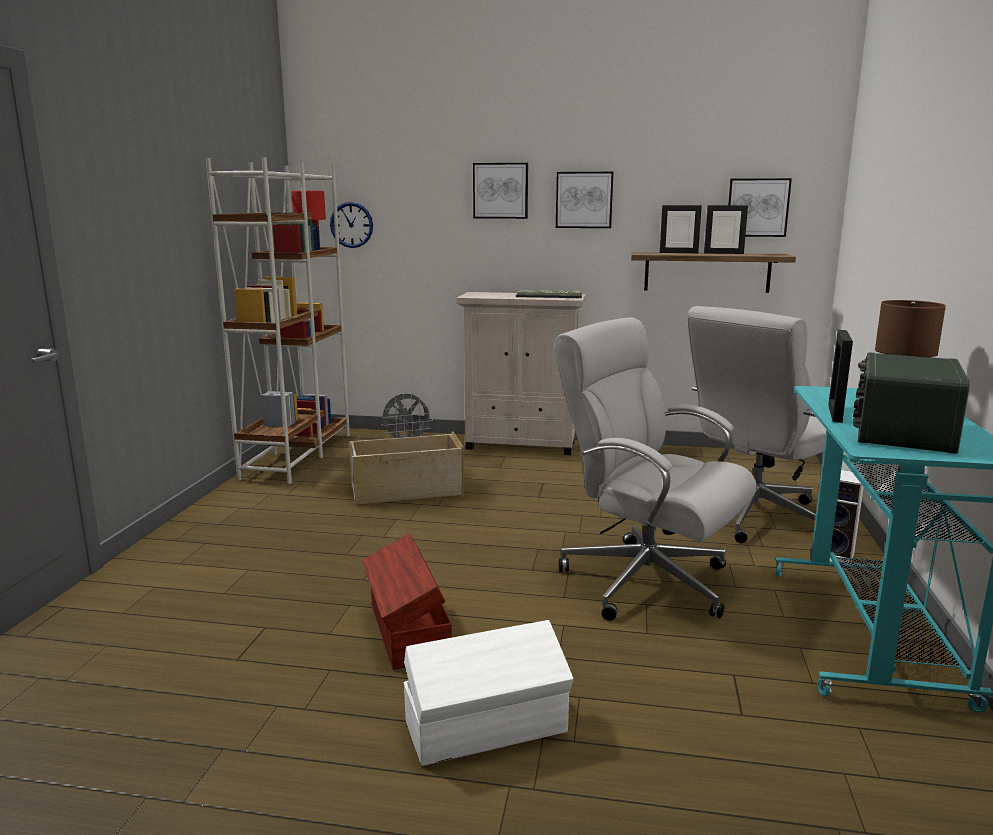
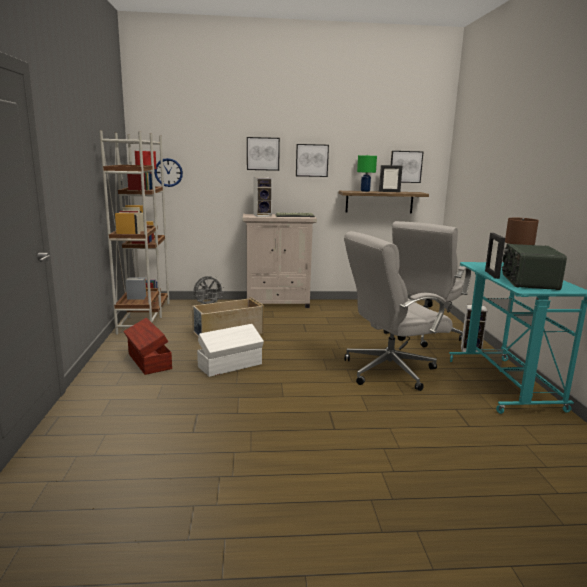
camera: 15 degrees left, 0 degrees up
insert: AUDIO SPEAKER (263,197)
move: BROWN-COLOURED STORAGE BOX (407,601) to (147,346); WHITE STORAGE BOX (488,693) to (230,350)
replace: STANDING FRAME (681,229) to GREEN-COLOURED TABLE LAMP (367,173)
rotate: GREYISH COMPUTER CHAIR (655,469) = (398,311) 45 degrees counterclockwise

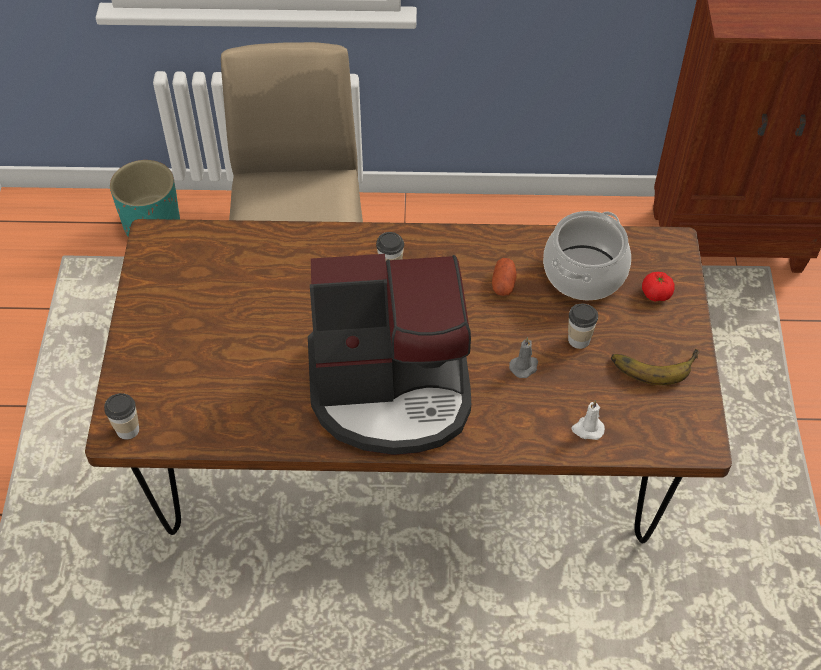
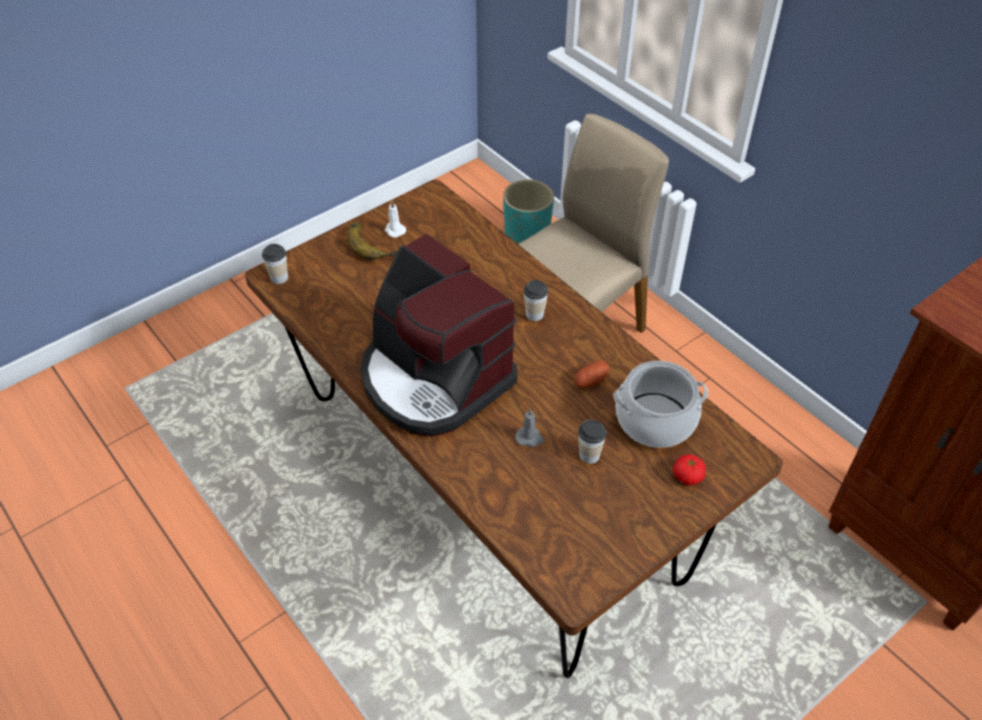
camera: 50 degrees right, 5 degrees down
move: WHITE CANDLE (588,420) to (395,219); BANANA (655,367) to (372,241)

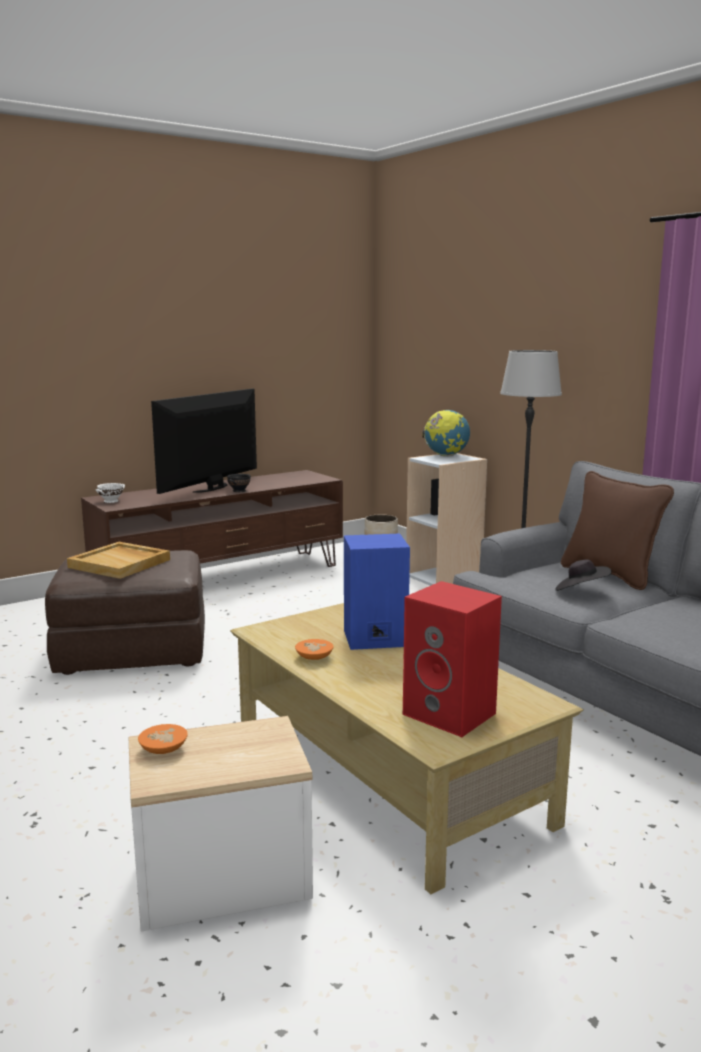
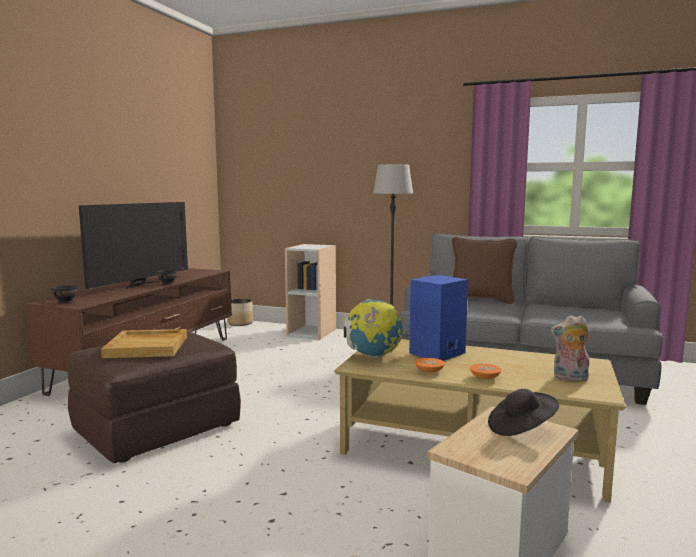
camera: 35 degrees left, 5 degrees down
move: ORANGE BOWL (163,739) to (486,371); DESK GLOBE (446,433) to (373,328); BLACK-COLOURED CLOTHING HAT (583,575) to (523,412)
replace: RED-COLOURED AUDIO SPEAKER (452,659) to SOFT TOY (570,348)
recolor: WHITE BOWL (110,493) to BLACK-COLOURED BOWL (64,294)
rotate: TV SET (204,441) = (133,245) 150 degrees counterclockwise

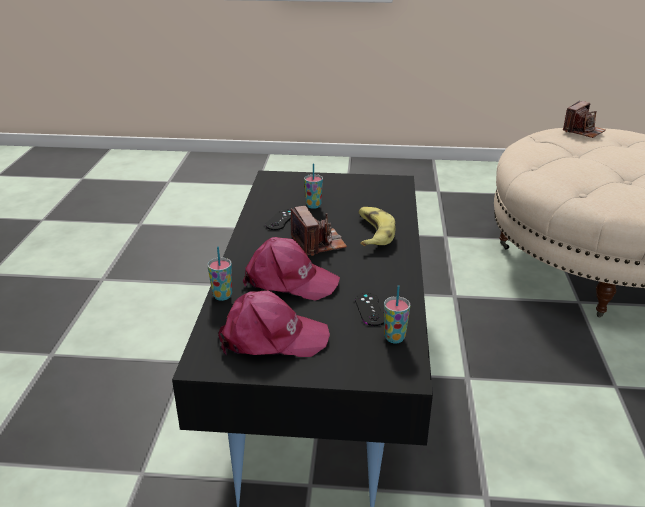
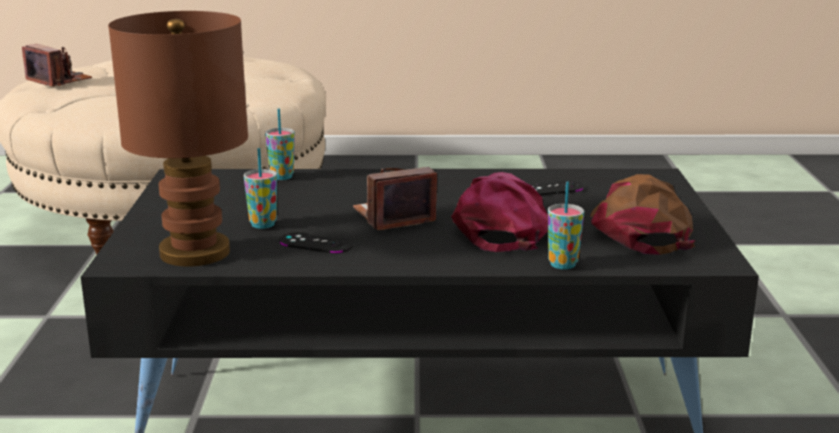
camera: 95 degrees left, 10 degrees down
delete: BANANA (377,226)
insert: BROWN-COLOURED TABLE LAMP (178,139)
move: SMALL CUP (397,314) to (280,144)
recolor: PINK-COLOURED PEAKED CAP (274,323) to BROWN-COLOURED PEAKED CAP (642,214)

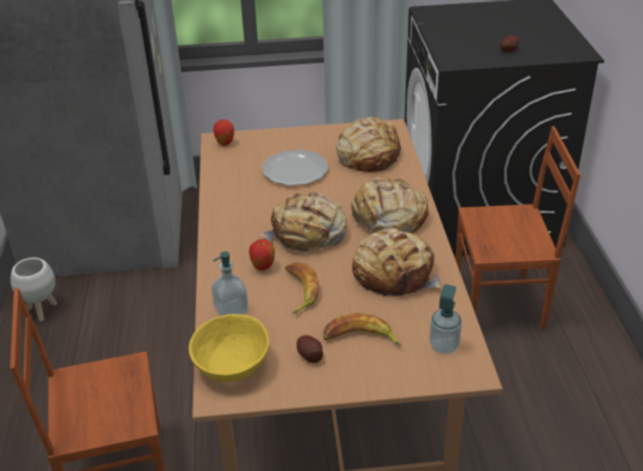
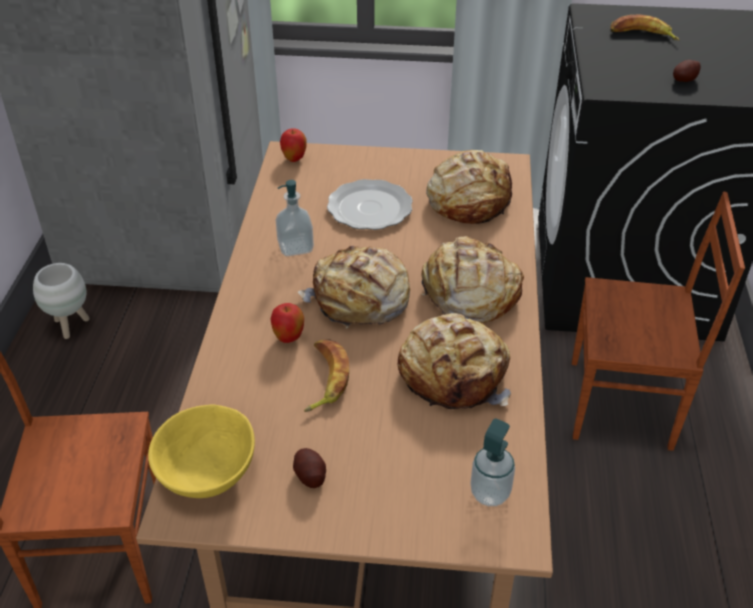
camera: 10 degrees right, 5 degrees up
move: LIQUID SOAP BOTTLE (230,283) to (295,218); BANANA (362,330) to (644,27)

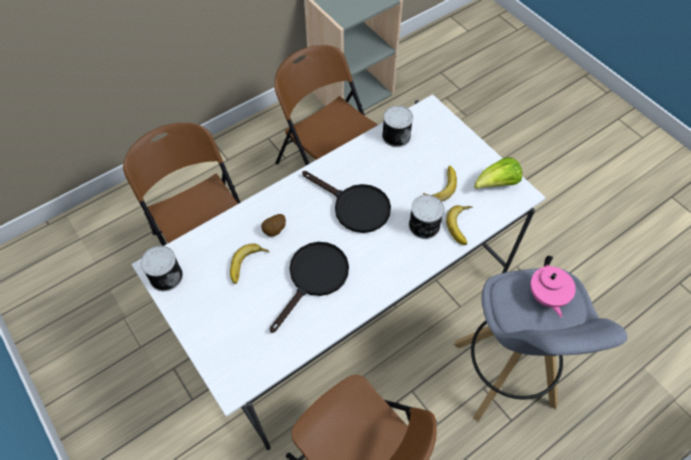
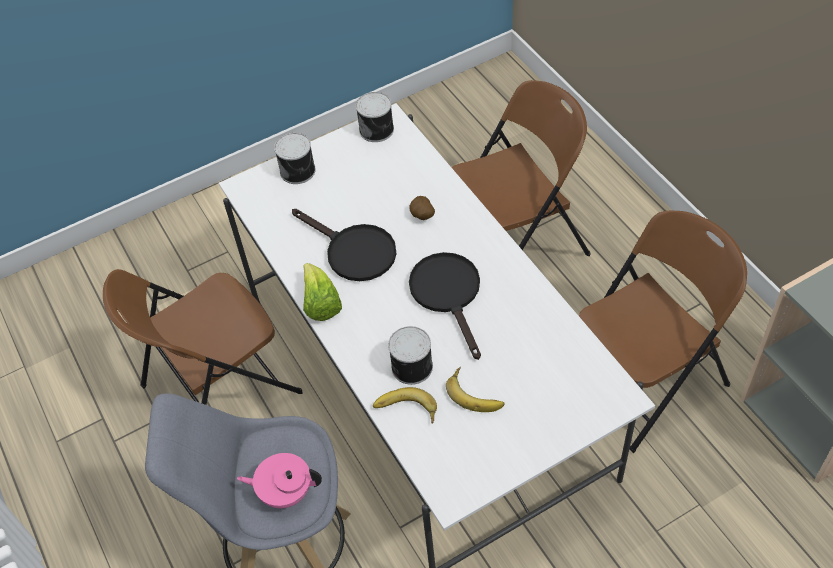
camera: 100 degrees right, 5 degrees down
delete: BANANA (249,263)
move: SEALED CAN (397,126) to (295,158); LETTUCE (498,173) to (322,292)
rotate: BLACK-COLOURED PAN (346,202) = (445,306) 120 degrees clockwise

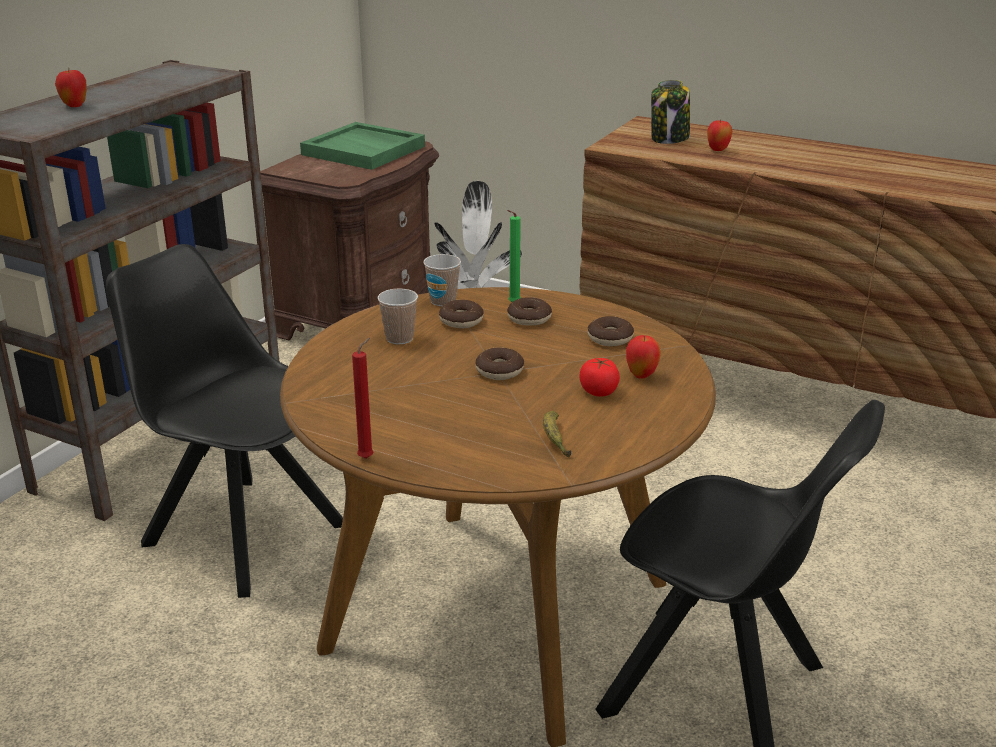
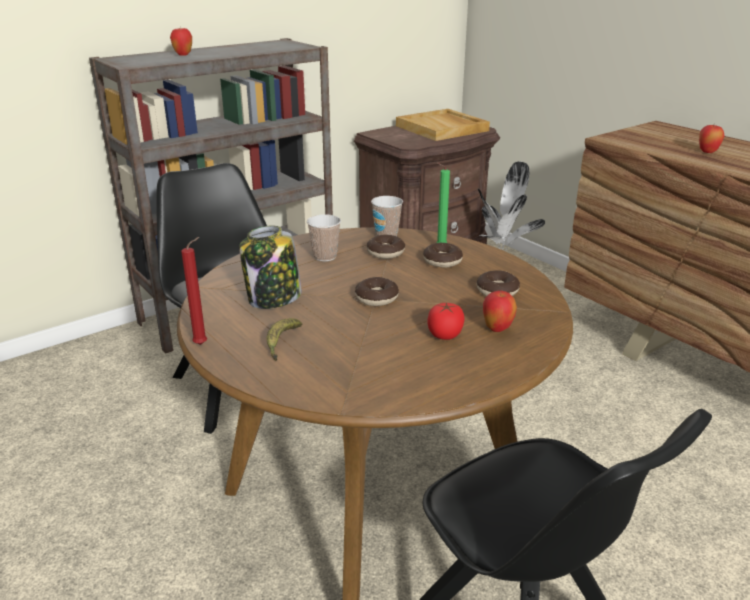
camera: 25 degrees right, 0 degrees up
move: BANANA (557,434) to (284,339); STORAGE JAR (670,112) to (270,267)
recolor: GREEN-COLOURED CARRYING TRAY (362,146) to SAND-COLOURED CARRYING TRAY (443,125)

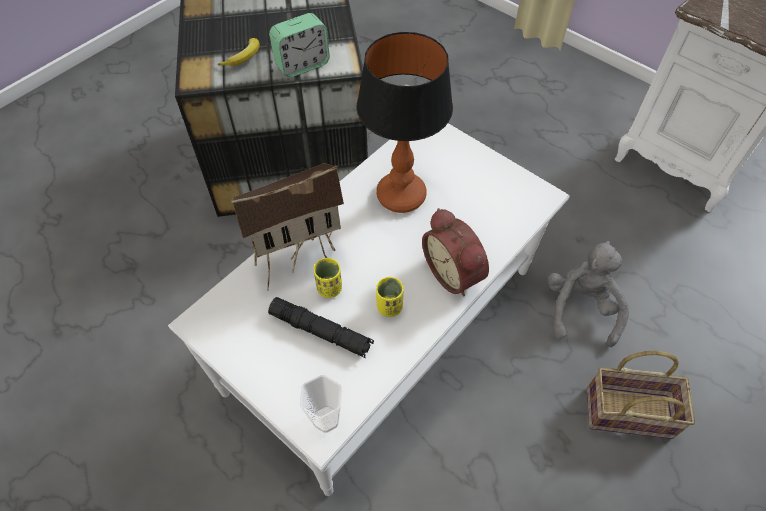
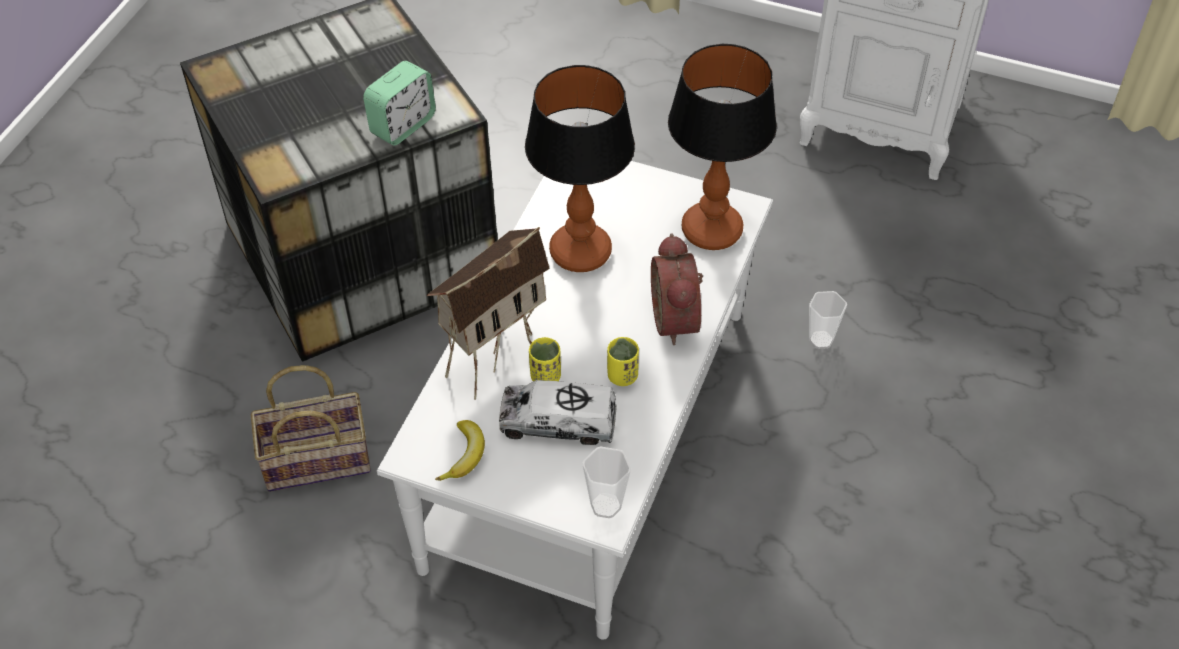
camera: 20 degrees left, 5 degrees down
insert: TABLE LAMP (722,147)
move: BANANA (239,52) to (460,450); HOUSEHOLD BASKET (641,395) to (311,428)
replace: BLACK-COLOURED TORCH (321,327) to TOY LORRY (558,412); GREYISH SOFT TOY (588,294) to SMALL CUP (828,320)
rotate: ALARM CLOCK (455,252) = (677,289) 45 degrees clockwise

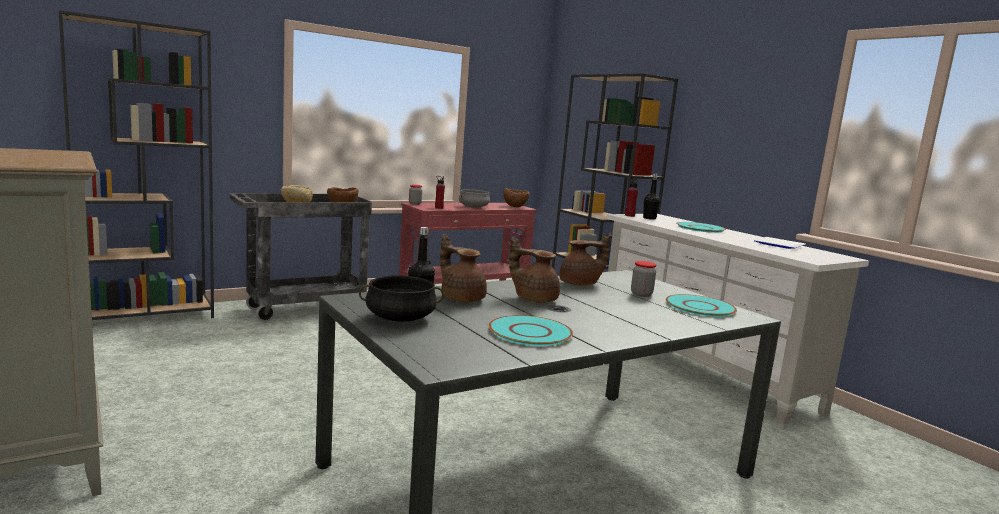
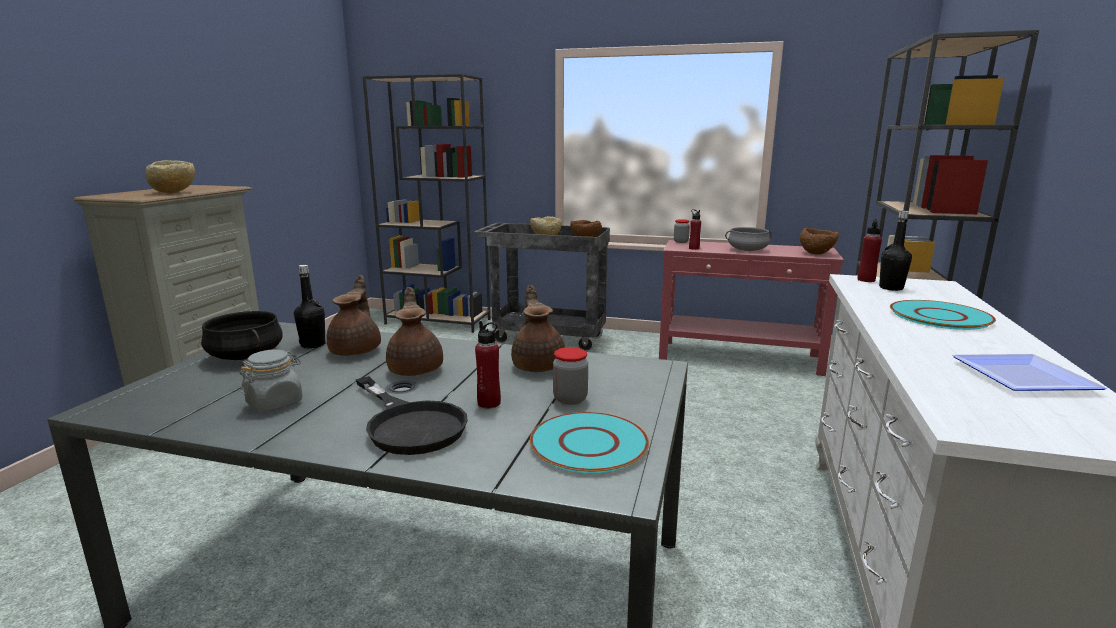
camera: 50 degrees right, 5 degrees up
insert: SAND-COLOURED BOWL (170,176); BLACK-COLOURED PAN (412,415); RED-COLOURED DRINK BOTTLE (488,364)
replace: BLUE-GREEN FLAT DISH (531,330) to GREYISH STORAGE JAR (271,380)
rotate: BROWN-COLOURED TEA POT (585,259) = (538,328) 135 degrees counterclockwise

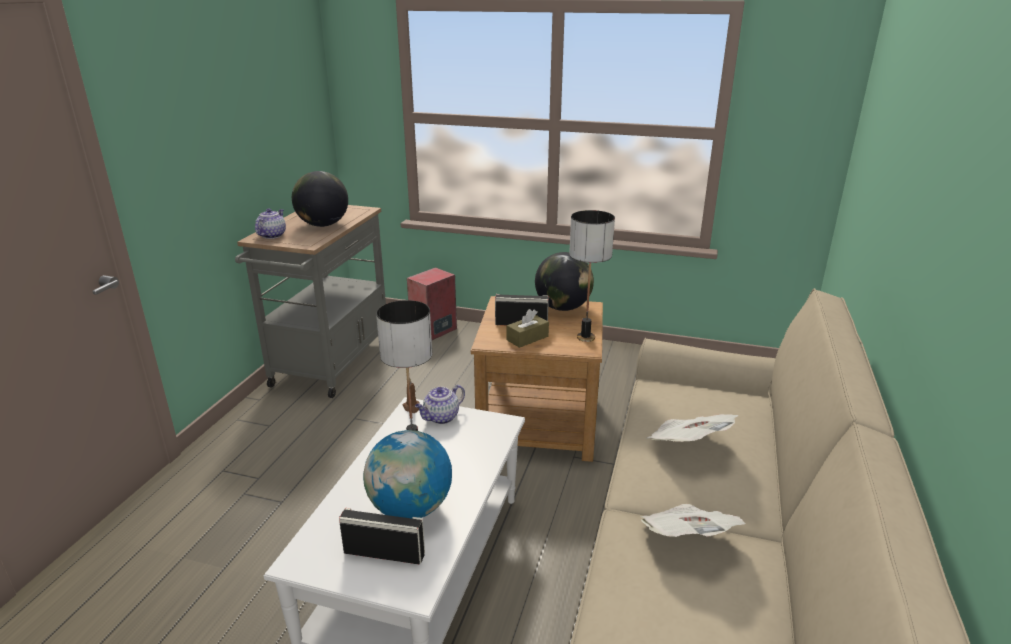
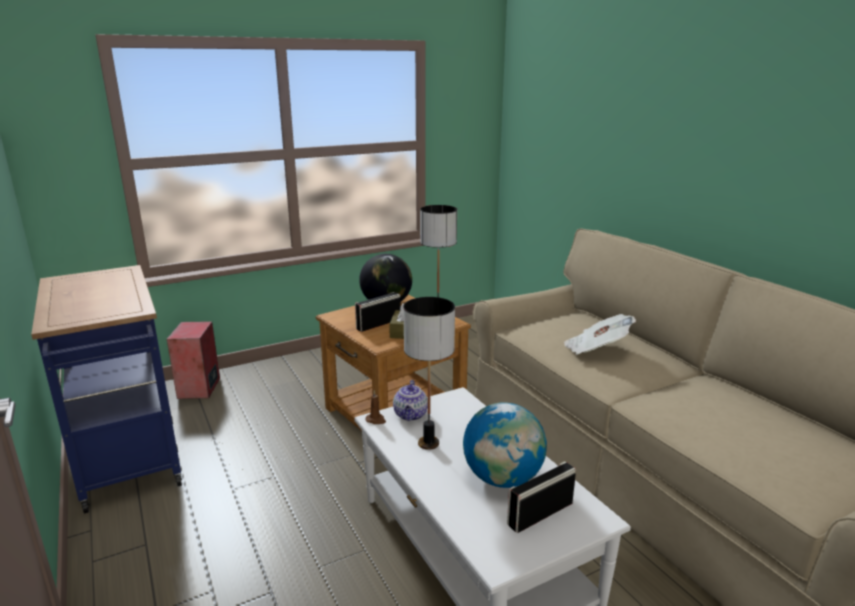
camera: 45 degrees left, 5 degrees down
delete: TEA POT (270,223); DESK GLOBE (320,199); PRINTED PAPER (693,520)
recolor: GREYISH CART (310,301) to BLUE CART (106,389)

